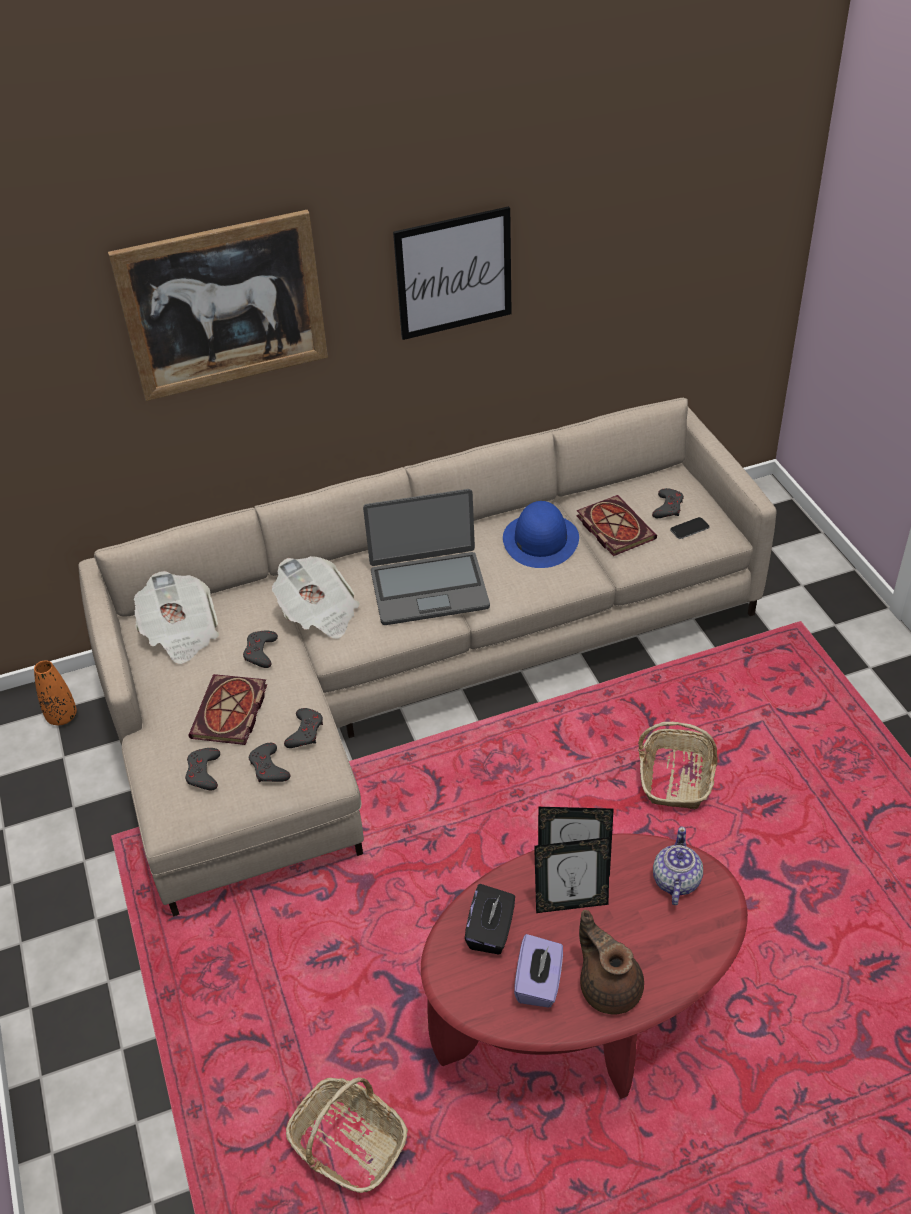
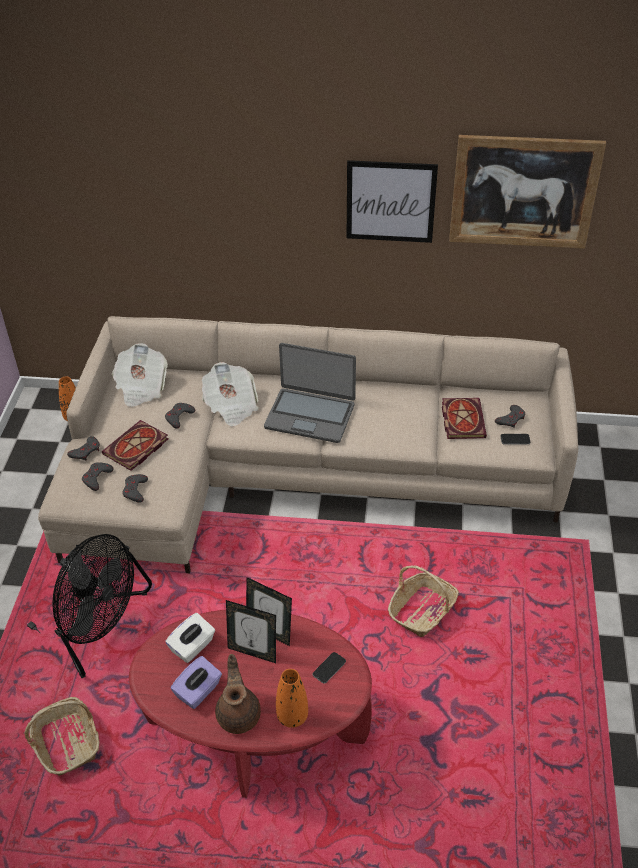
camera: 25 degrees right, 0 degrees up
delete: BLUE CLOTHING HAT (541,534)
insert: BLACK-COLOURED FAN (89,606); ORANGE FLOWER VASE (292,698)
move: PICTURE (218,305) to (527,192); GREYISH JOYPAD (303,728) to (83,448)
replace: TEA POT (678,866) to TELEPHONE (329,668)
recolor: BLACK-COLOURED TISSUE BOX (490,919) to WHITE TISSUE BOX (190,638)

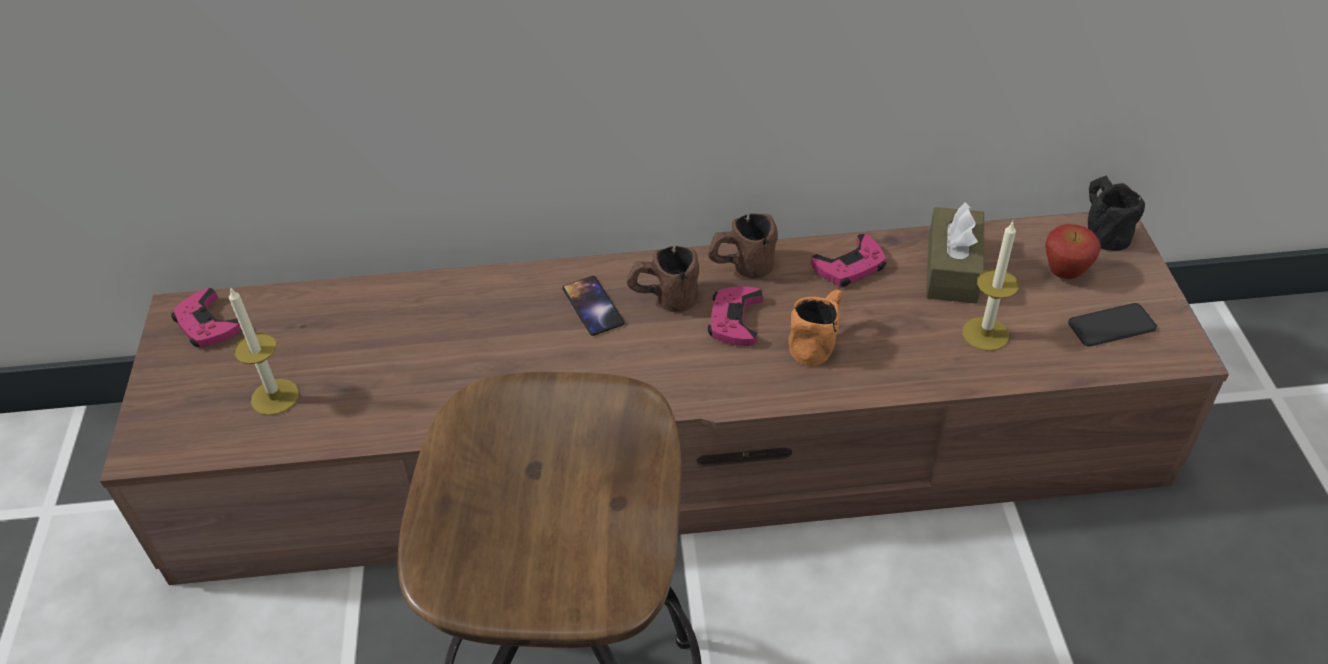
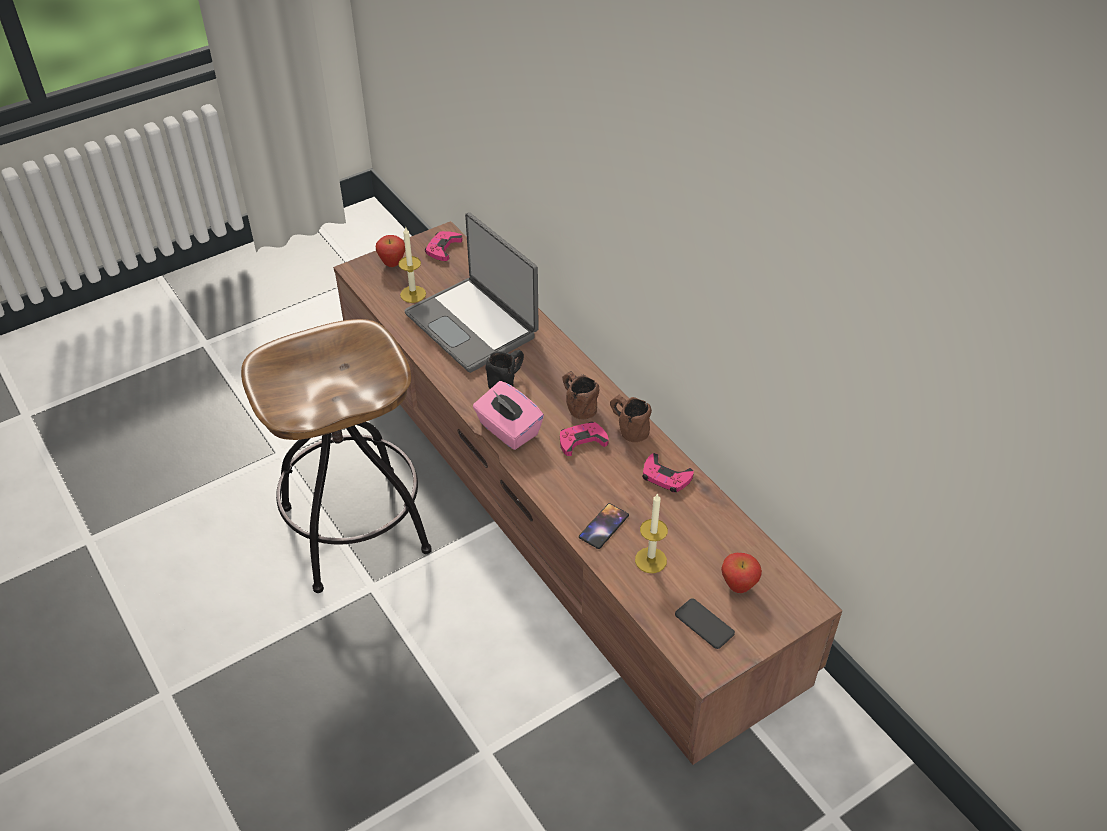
camera: 60 degrees right, 0 degrees up
delete: ORANGE COFFEE MUG (815,327); BROWN-COLOURED TISSUE BOX (955,253)
insert: APPLE (390,251); LAPTOP (472,292); PINK-COLOURED TISSUE BOX (508,415)
move: TELEPHONE (593,306) to (604,526); BLACK-COLOURED COFFEE MUG (1116,213) to (504,369)

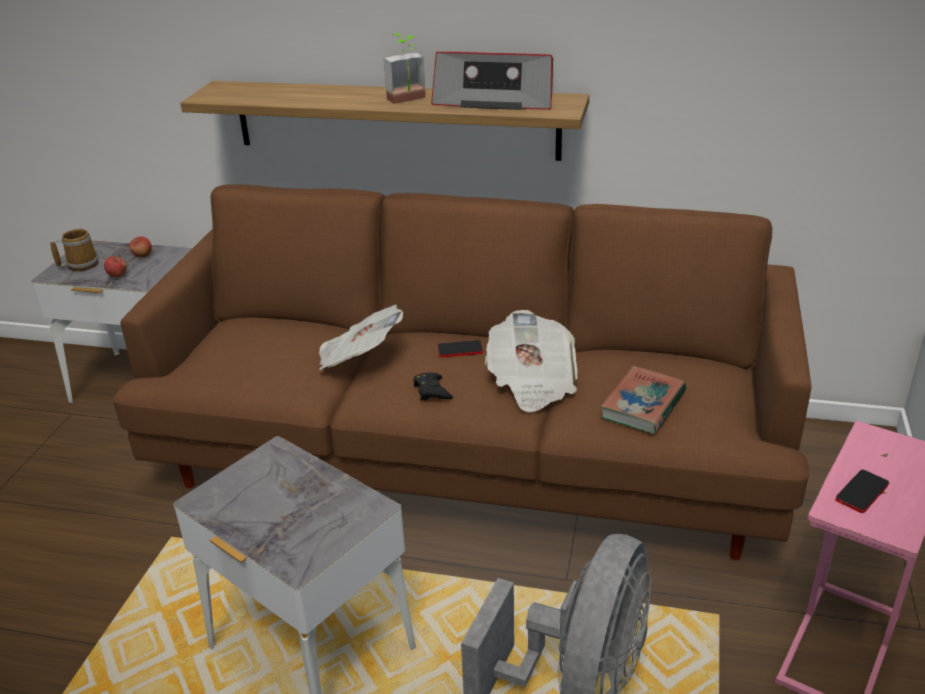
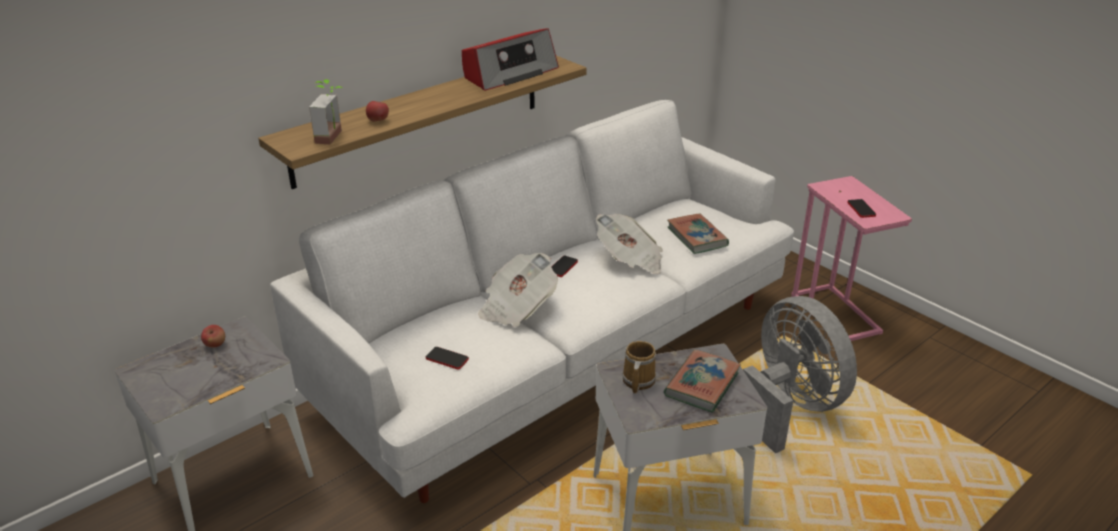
camera: 55 degrees left, 0 degrees up
delete: BLACK-COLOURED JOYPAD (433,387)
insert: TELEPHONE (447,358); BOOK (702,380)
move: COFFEE MUG (74,250) to (639,367); APPLE (115,266) to (377,111); POTTED PLANT (405,68) to (325,112)
recolor: BROWN-COLOURED SOFA (462,372) to WHITE SOFA (532,301)

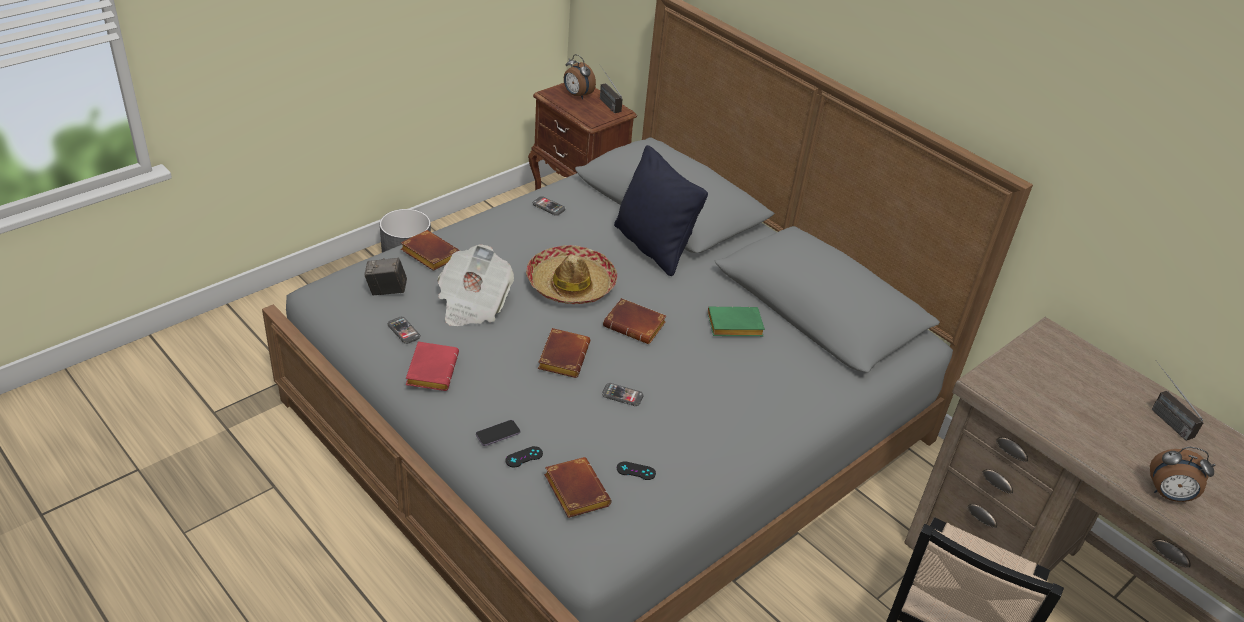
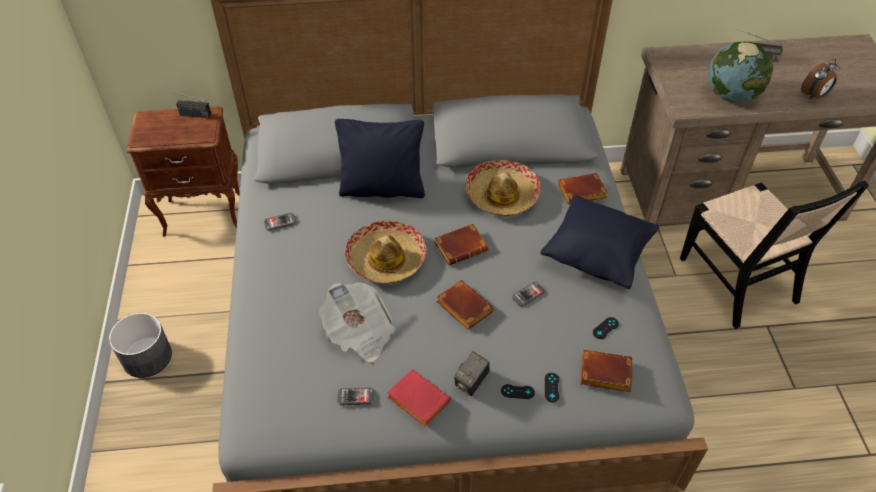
camera: 50 degrees left, 10 degrees up
delete: ALARM CLOCK (580,76)
insert: BLACK-COLOURED CUSHION (599,242); DESK GLOBE (740,71)
move: PHOTO CAMERA (385,276) to (472,373); BROWN-COLOURED BOOK (430,250) to (583,189)
replace: TELEPHONE (498,433) to BLACK-COLOURED JOYPAD (518,391); GREEN-COLOURED BOOK (736,321) to CLOTHING HAT (502,188)

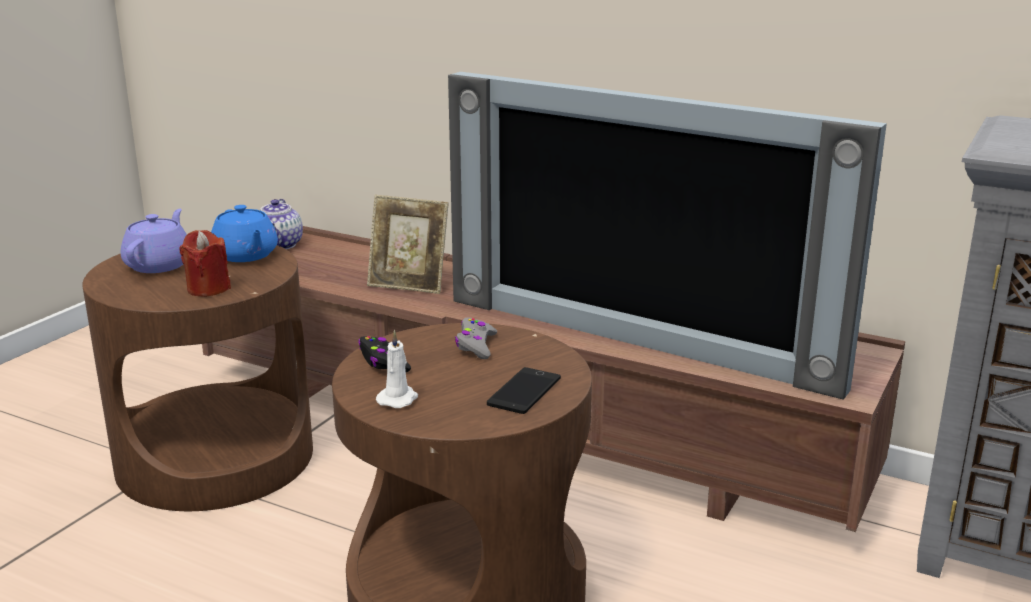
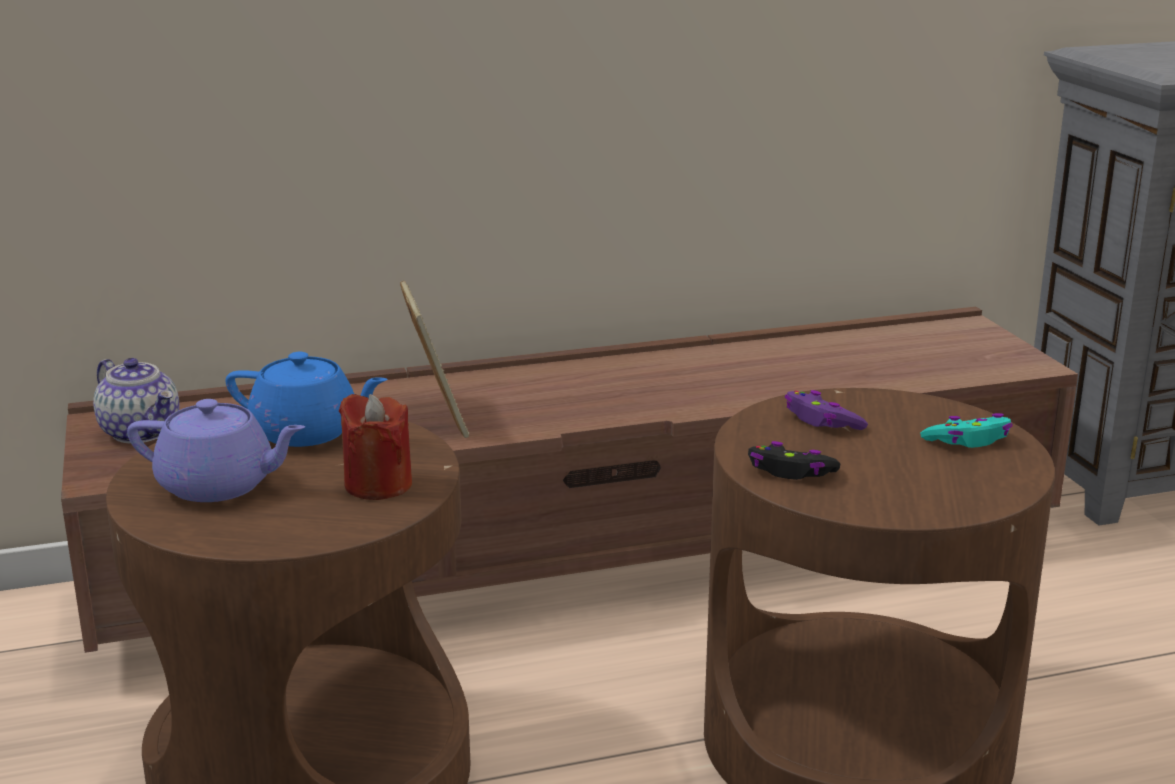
camera: 45 degrees left, 0 degrees up
delete: WHITE CANDLE (397,369); TV SET (667,236)
replace: TELEPHONE (524,390) to BLUE-GREEN JOYPAD (966,430)
recolor: GREYISH JOYPAD (476,338) to PURPLE-COLOURED JOYPAD (826,410)
rotate: PURPLE-COLOURED TEA POT (154,241) = (216,450) 135 degrees clockwise; STANDING FRAME (408,244) = (434,359) 75 degrees counterclockwise

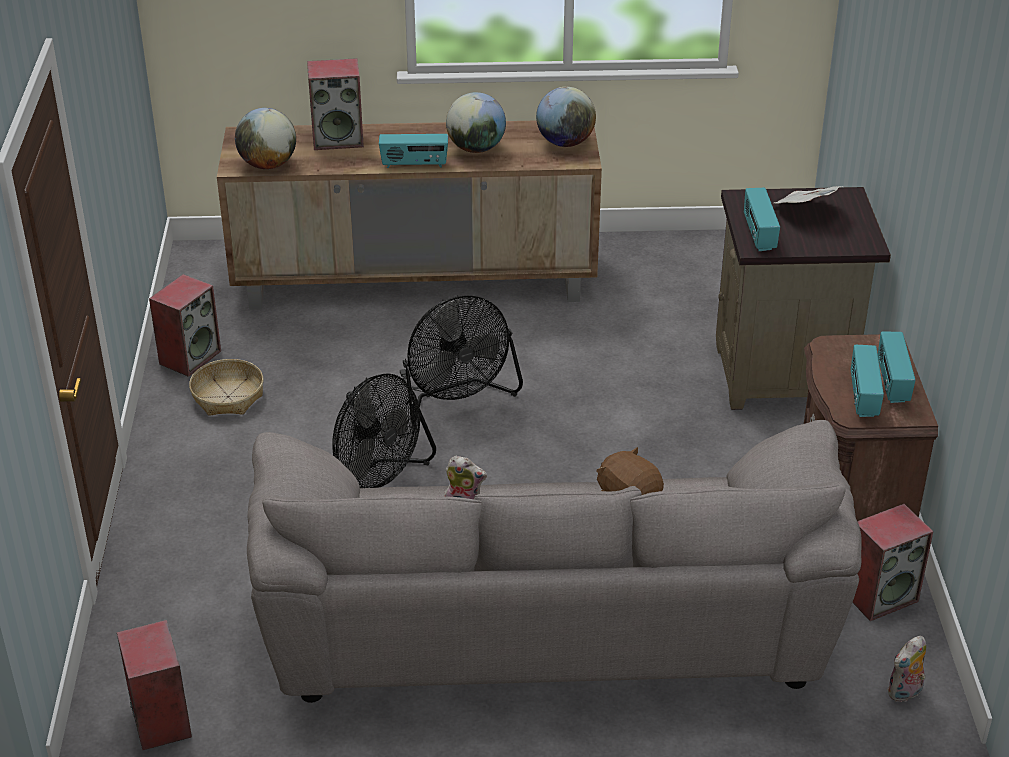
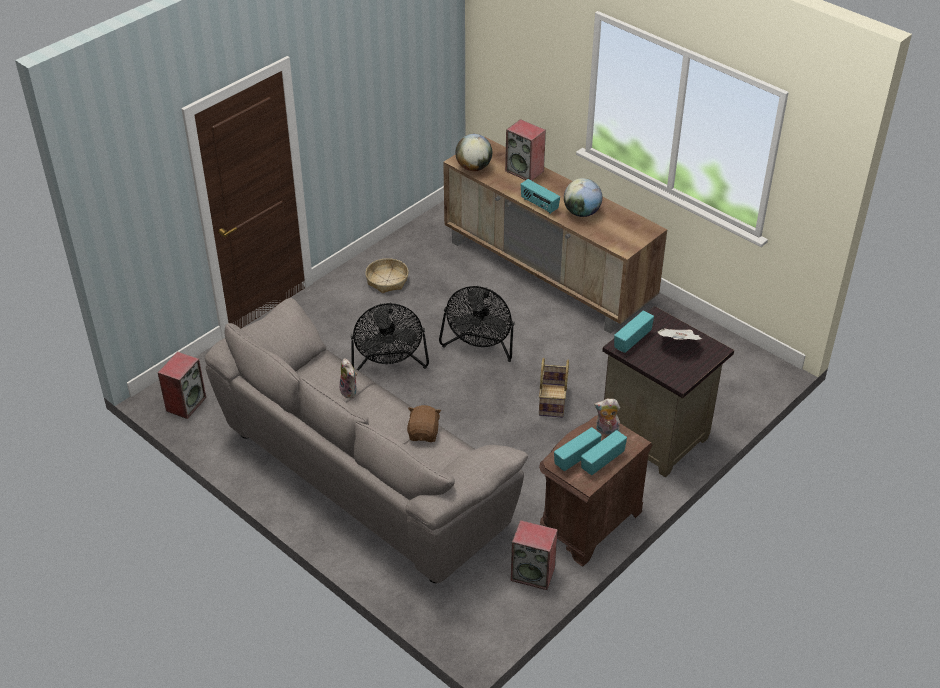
camera: 45 degrees right, 5 degrees up
delete: AUDIO SPEAKER (185,325); DESK GLOBE (566,117)
insert: HOUSEHOLD BASKET (554,388)
move: SOFT TOY (906,669) to (607,417)

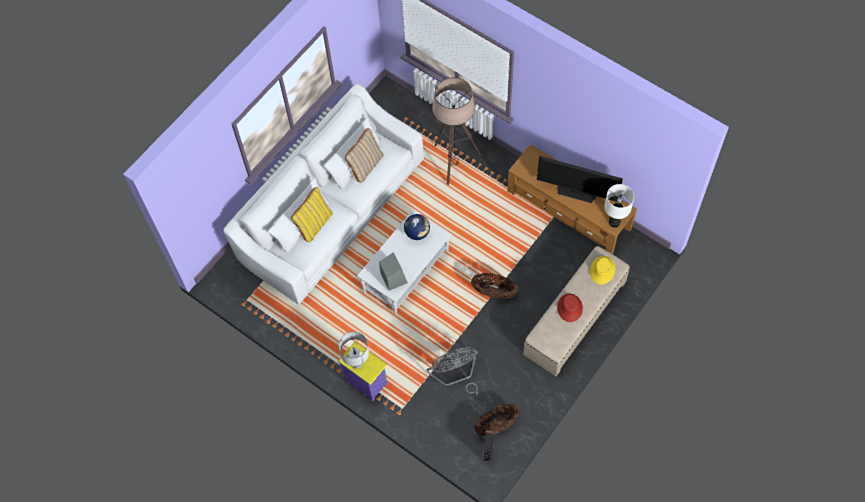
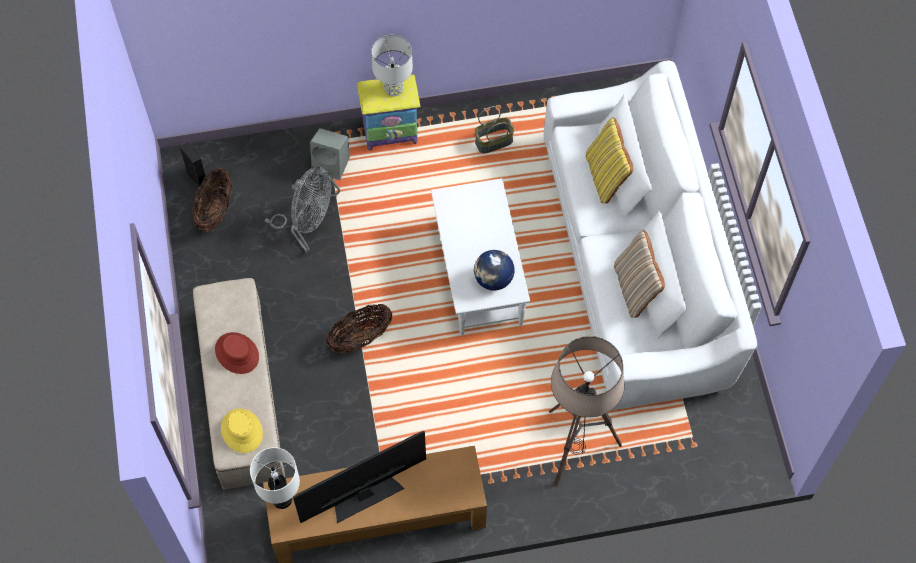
camera: 130 degrees right, 0 degrees up
insert: HOUSEHOLD BASKET (494,129)
move: GREYISH AUDIO SPEAKER (393,271) to (330,154)

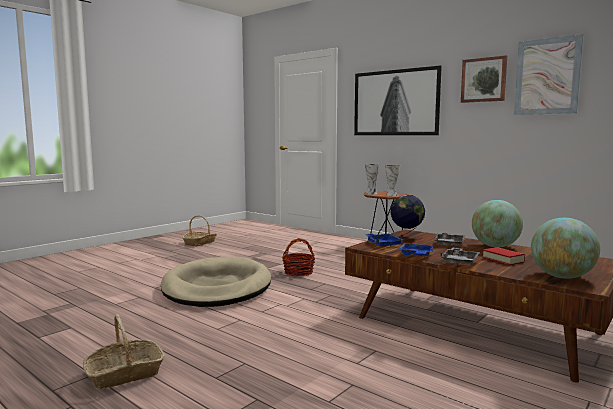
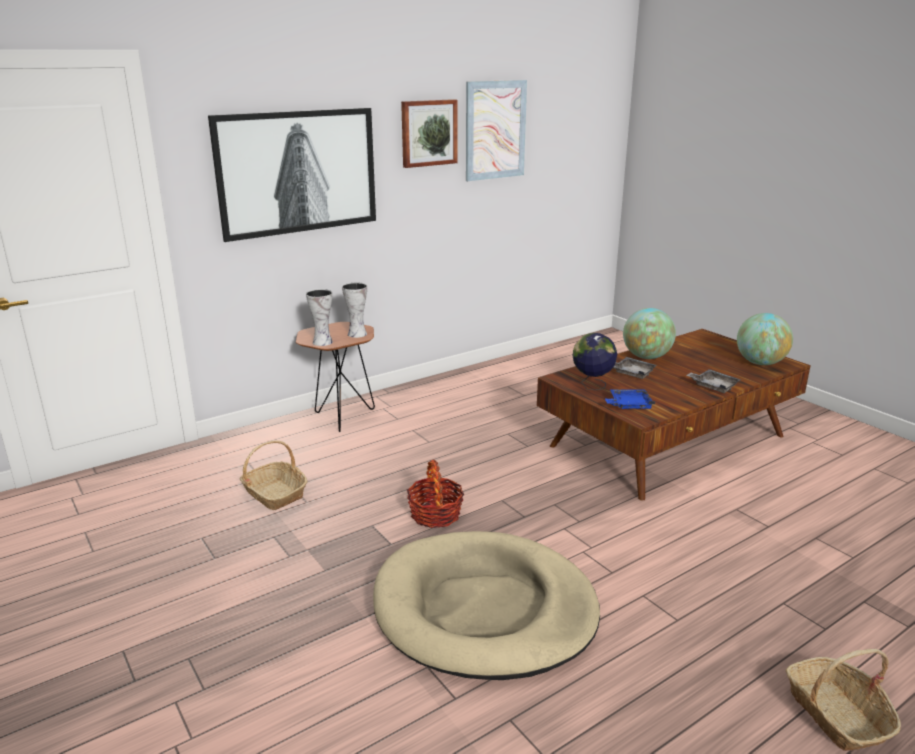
camera: 75 degrees left, 15 degrees up
delete: BLUE CARRYING TRAY (416,249); BOOK (503,256)
move: HOUSEHOLD BASKET (199,230) to (274,475)

